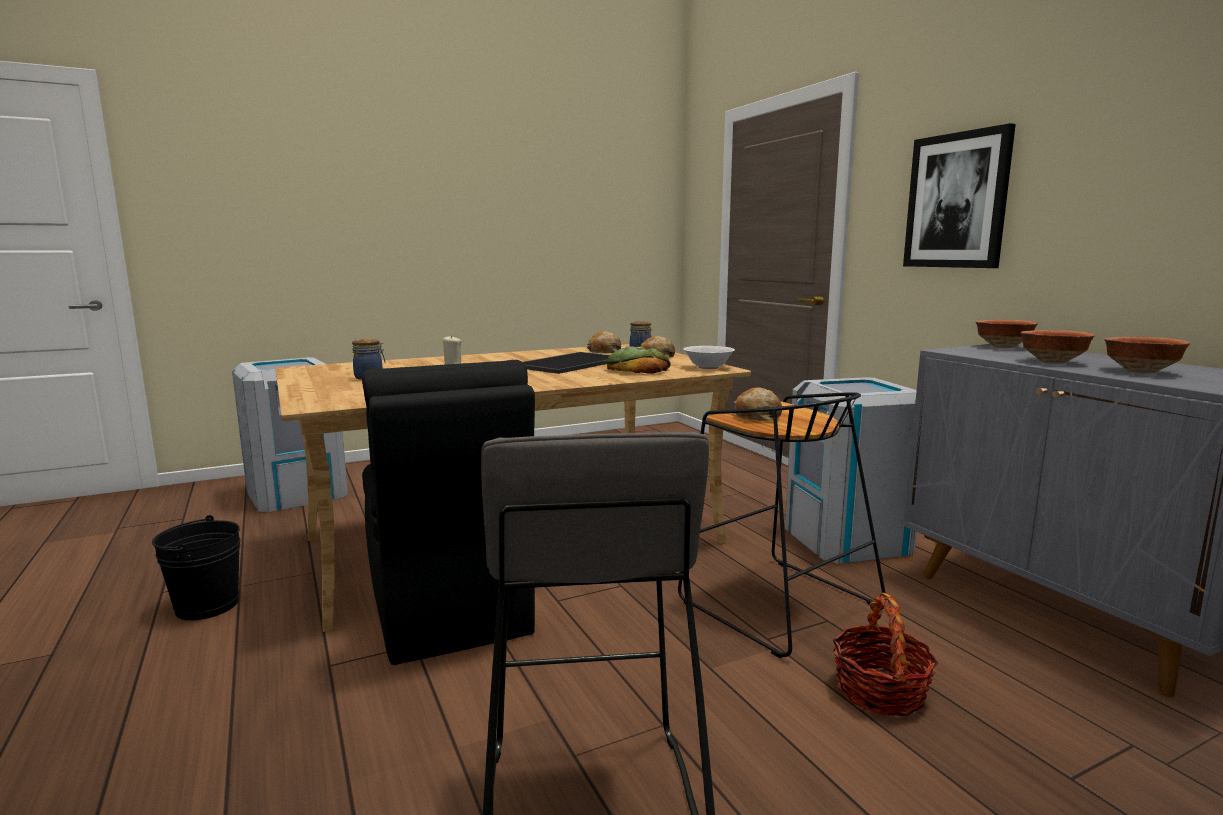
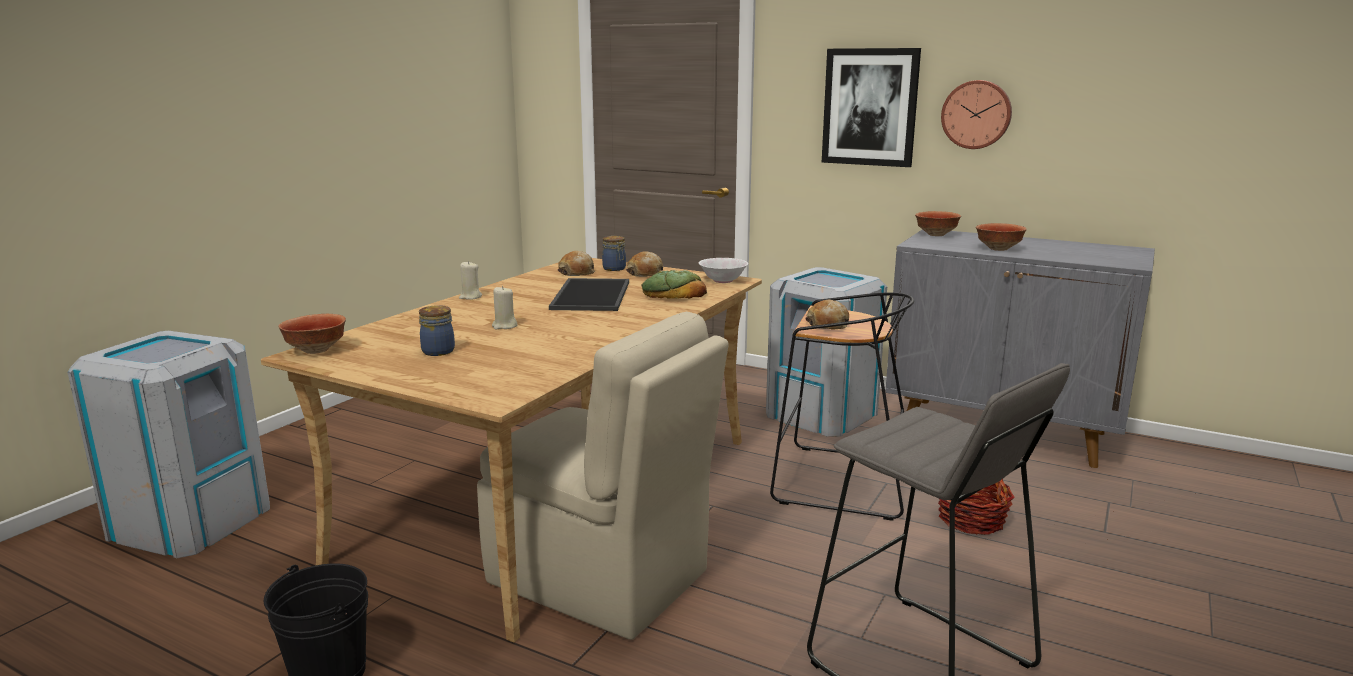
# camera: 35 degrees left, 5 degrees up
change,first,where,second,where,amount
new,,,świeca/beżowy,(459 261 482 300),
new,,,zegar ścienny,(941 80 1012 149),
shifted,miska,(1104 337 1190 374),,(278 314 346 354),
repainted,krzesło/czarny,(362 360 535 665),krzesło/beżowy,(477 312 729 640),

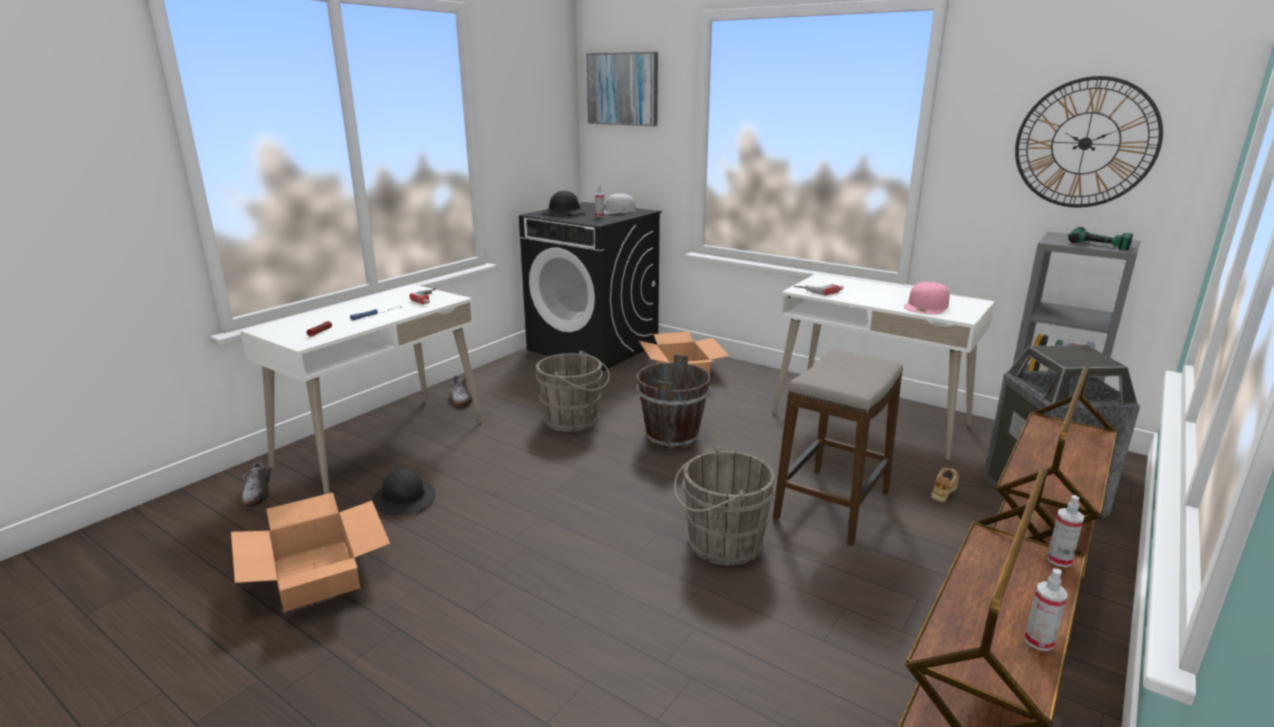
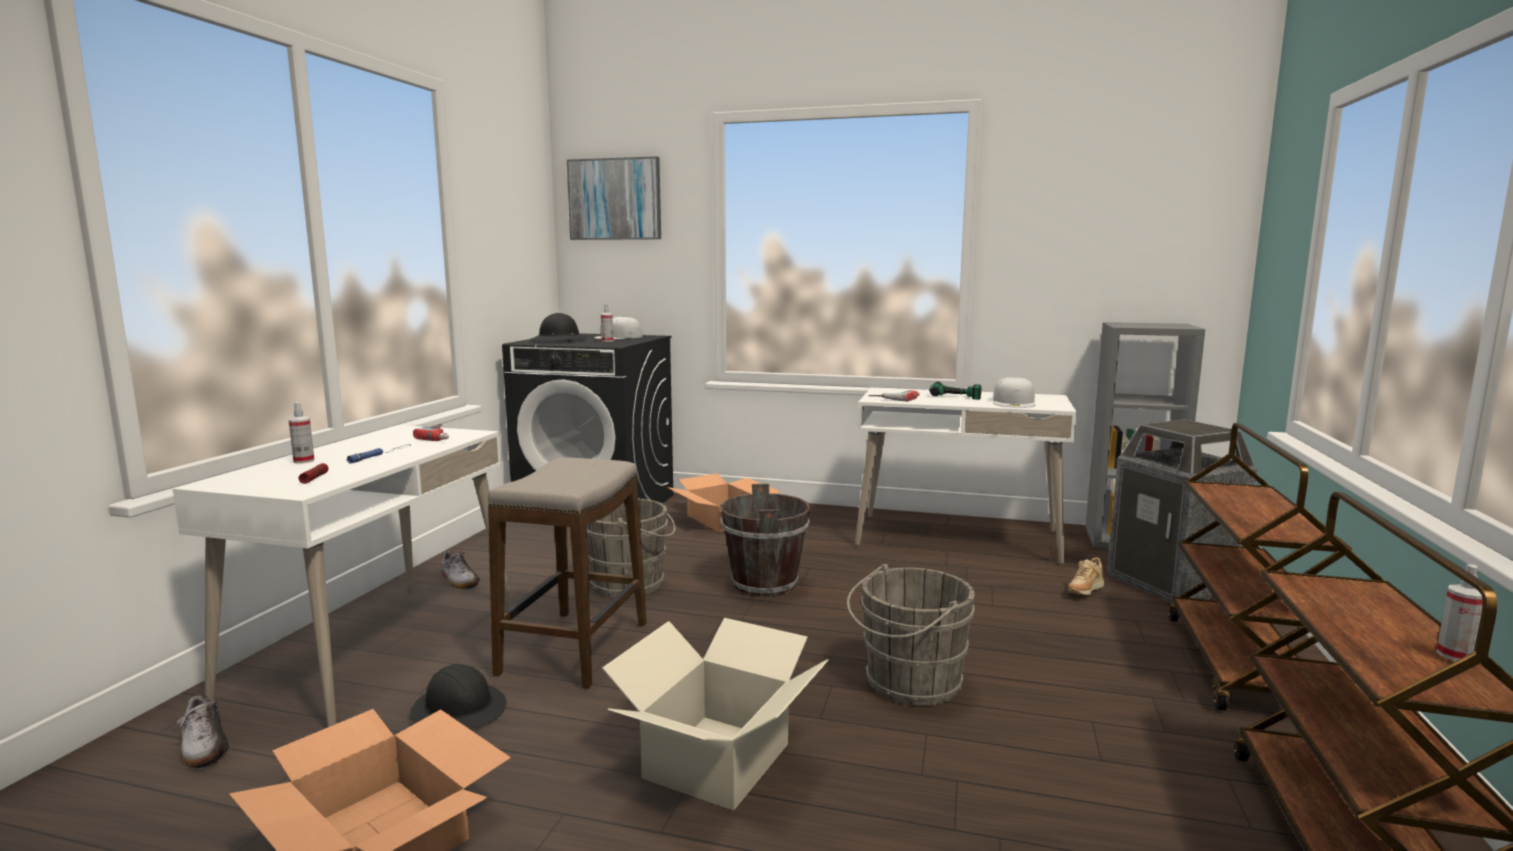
# camera: 20 degrees left, 10 degrees down
change,first,where,second,where,amount
gone,zegar ścienny,(1015 76 1163 208),,,
new,,,karton,(602 618 828 811),
shifted,stołek,(773 349 903 546),,(488 457 647 689),
shifted,spryskiwacz,(1047 495 1084 567),,(289 402 314 463),
shifted,wiertarka,(1068 227 1133 251),,(929 382 981 400),
repainted,czapka z daszkiem/różowy,(904 282 950 314),czapka z daszkiem/biały,(993 377 1036 408),
rotated,but/beżowy,(931 467 959 502),,(1068 557 1104 595),150 degrees counterclockwise

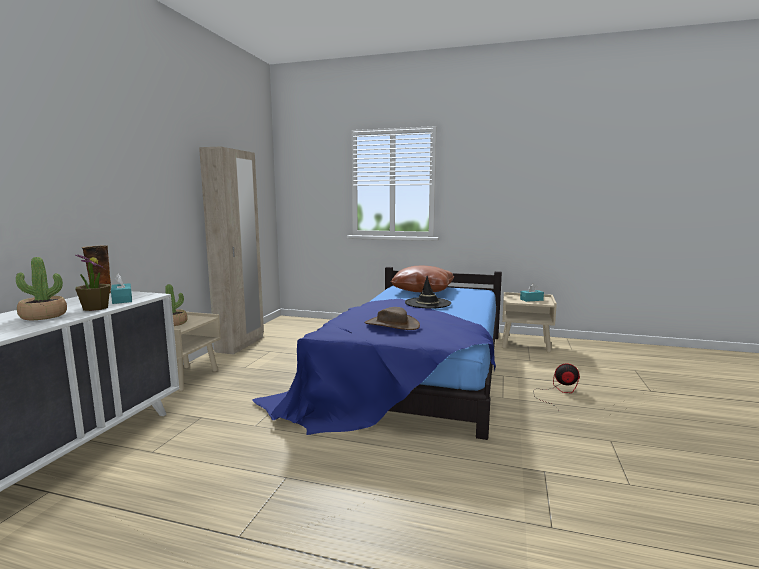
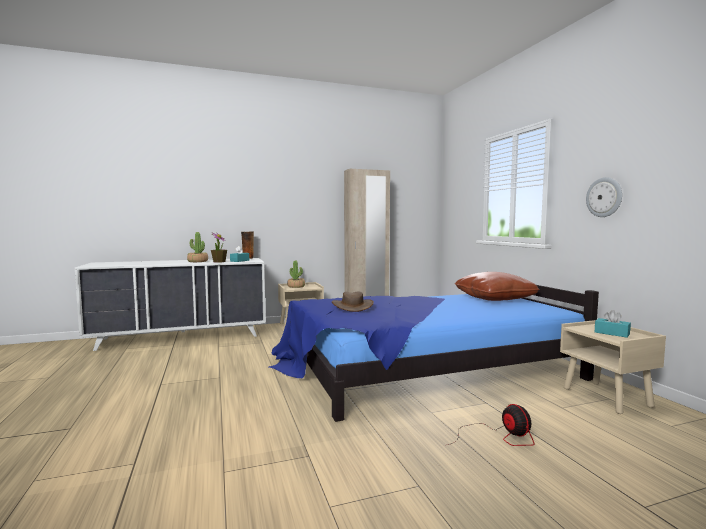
# camera: 55 degrees right, 5 degrees down
change,first,where,second,where,amount
gone,kapelusz/czarny,(405 276 451 309),,,
new,,,zegar ścienny,(586 177 622 217),

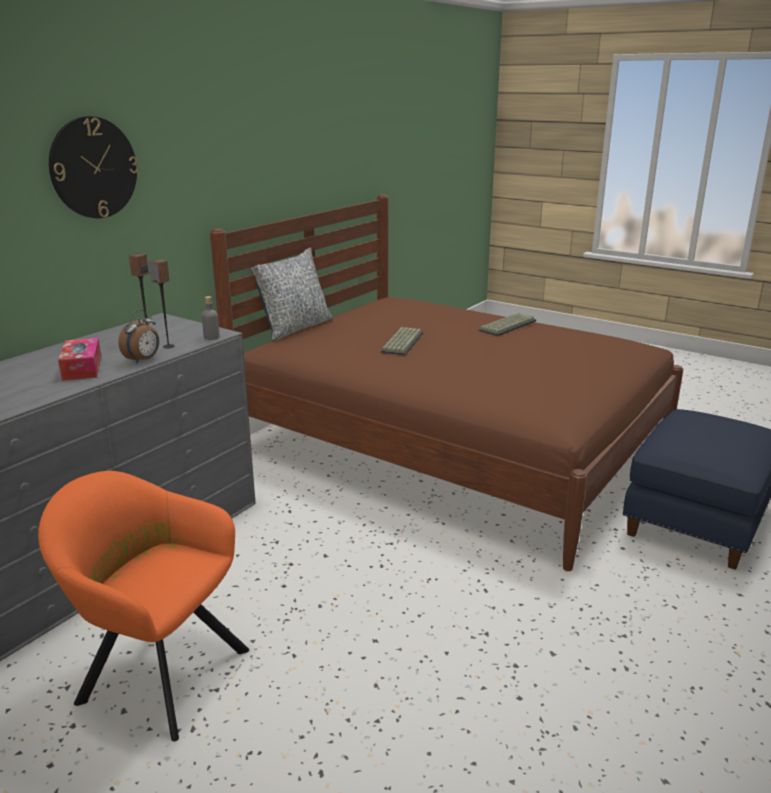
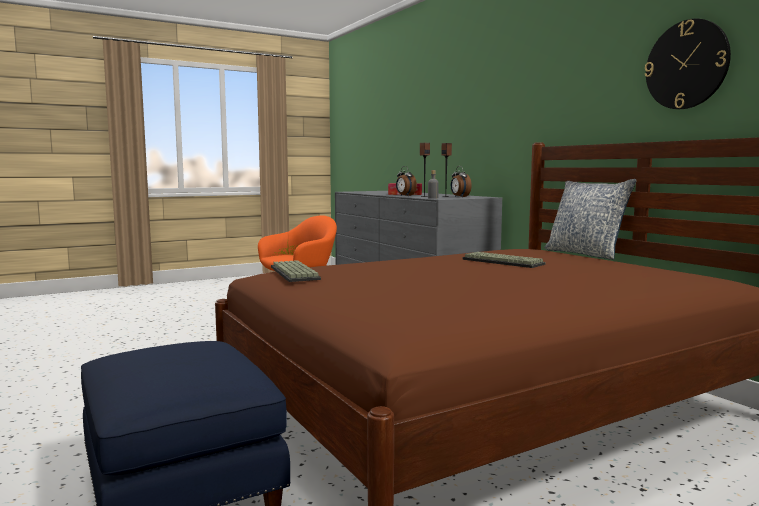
# camera: 115 degrees right, 15 degrees down
change,first,where,second,where,amount
new,,,budzik,(451 166 472 197),
shifted,zegar ścienny,(49 116 139 218),,(645 19 731 109),
shifted,klawiatura,(479 313 536 336),,(271 260 321 282),

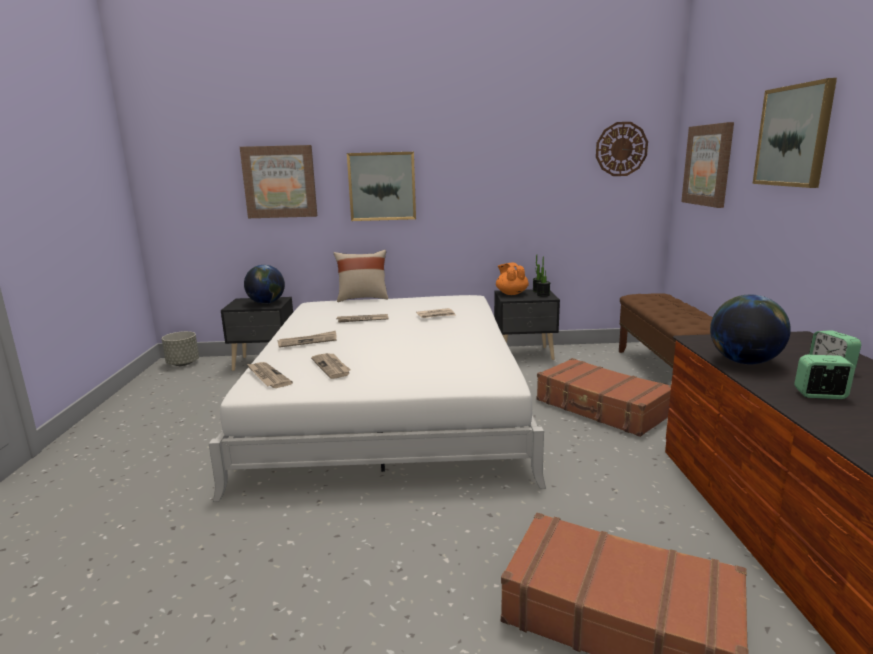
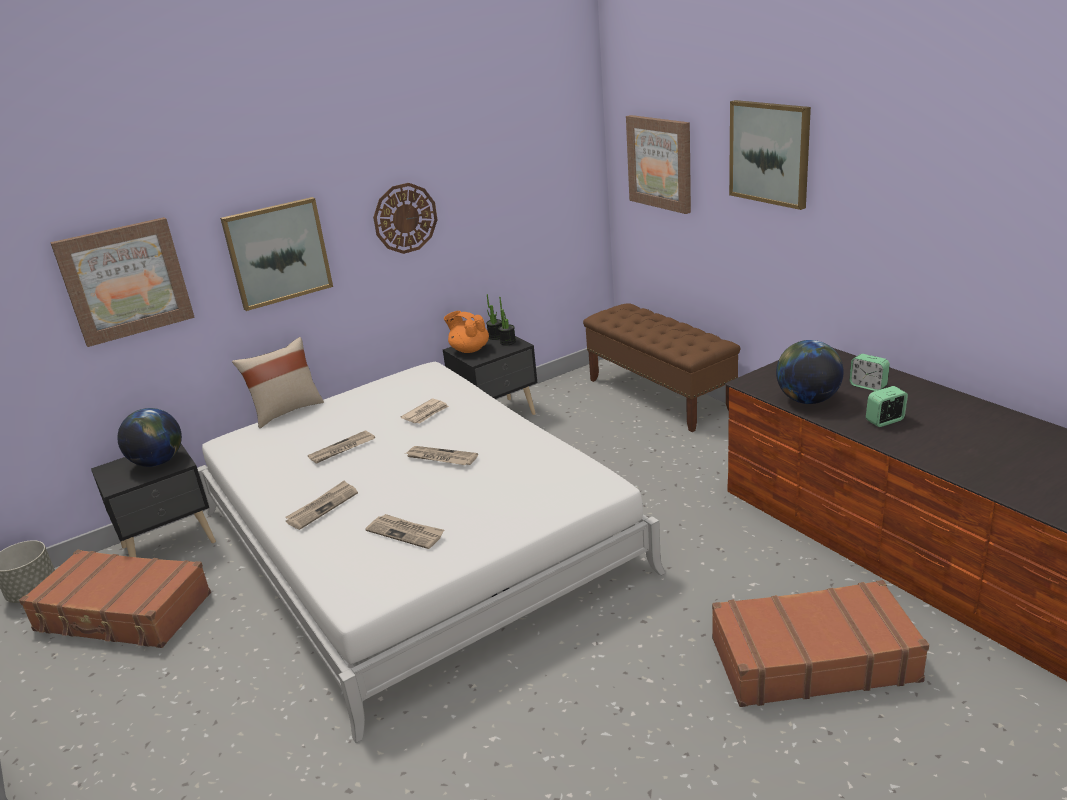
# camera: 30 degrees left, 10 degrees up
change,first,where,second,where,amount
shifted,gazeta,(247 362 293 388),,(406 446 478 465),
shifted,walizka/brązowy,(536 358 671 437),,(19 550 211 648),
shifted,zegar ścienny,(596 122 648 176),,(373 183 437 254),

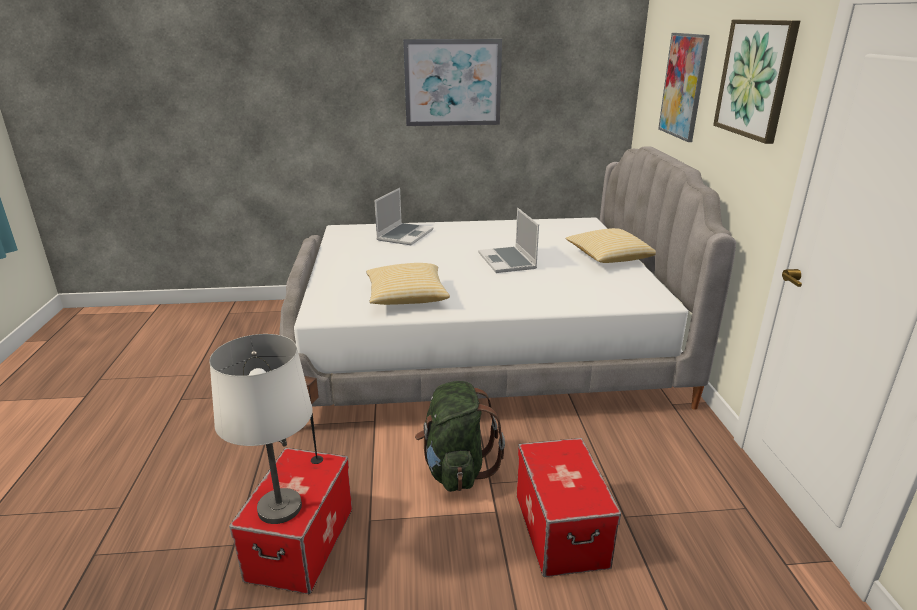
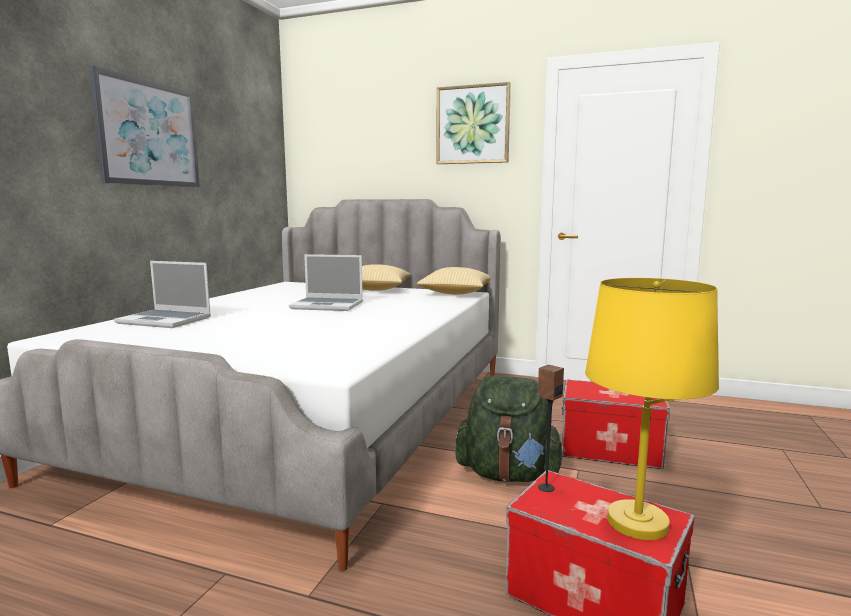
# camera: 65 degrees left, 15 degrees down
change,first,where,second,where,amount
gone,obraz,(658 33 710 142),,,
shifted,poduszka,(366 263 450 305),,(417 267 491 295),
repainted,lampa stołowa/biały,(209 334 313 524),lampa stołowa/żółty,(585 278 719 540),
rotated,laptop,(375 188 433 245),,(114 261 211 328),150 degrees clockwise

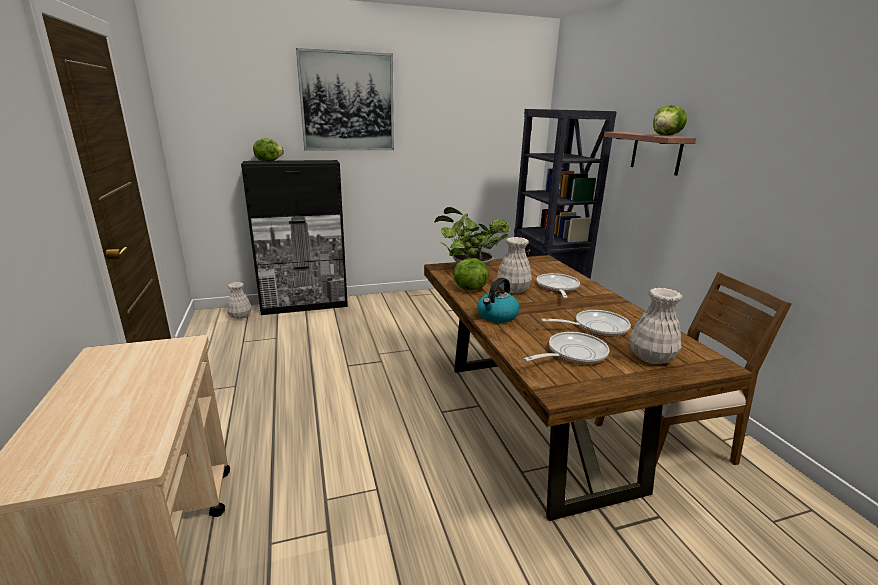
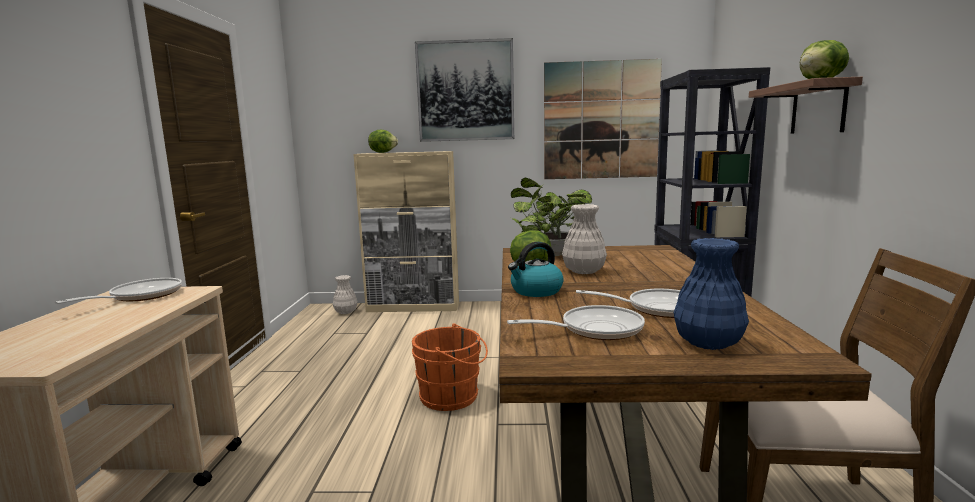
# camera: 20 degrees right, 10 degrees down
change,first,where,second,where,amount
new,,,wiadro/pomarańczowy,(412 324 488 411),
new,,,obraz,(544 59 662 179),
shifted,patelnia,(537 273 580 298),,(55 278 182 304),
repainted,szafka/czarny,(241 160 348 315),szafka/beżowy,(353 151 459 312),
repainted,wazon/biały,(630 288 682 364),wazon/niebieski,(674 238 749 350),

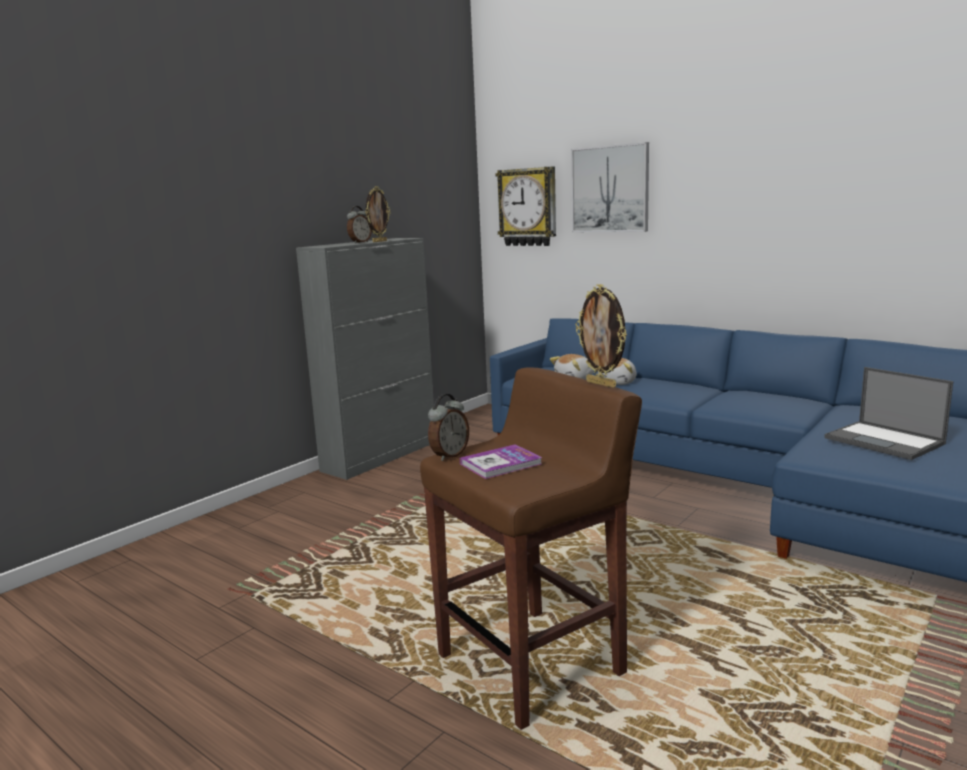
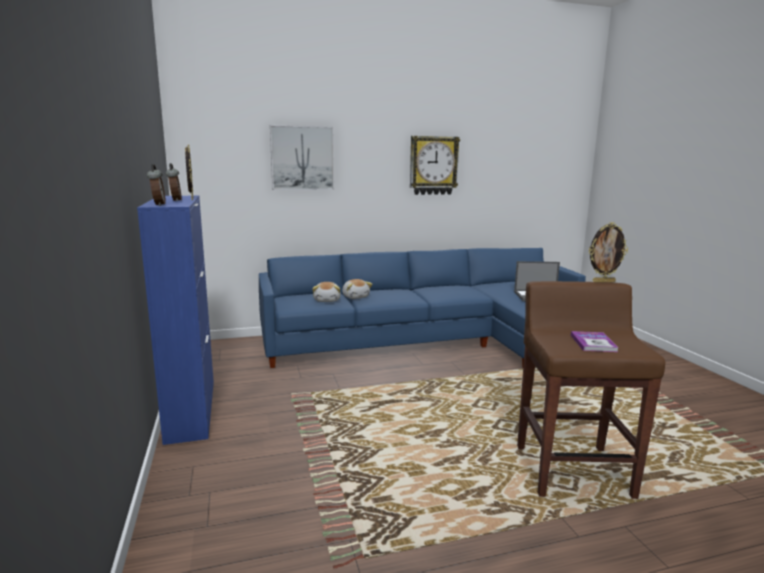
# camera: 55 degrees left, 0 degrees up
change,first,where,second,where,amount
shifted,budzik,(428 394 469 461),,(147 164 166 206),
shifted,zegar ścienny,(495 167 556 246),,(410 136 460 195),
repainted,szafka/szary,(296 238 434 480),szafka/niebieski,(137 196 214 445),

